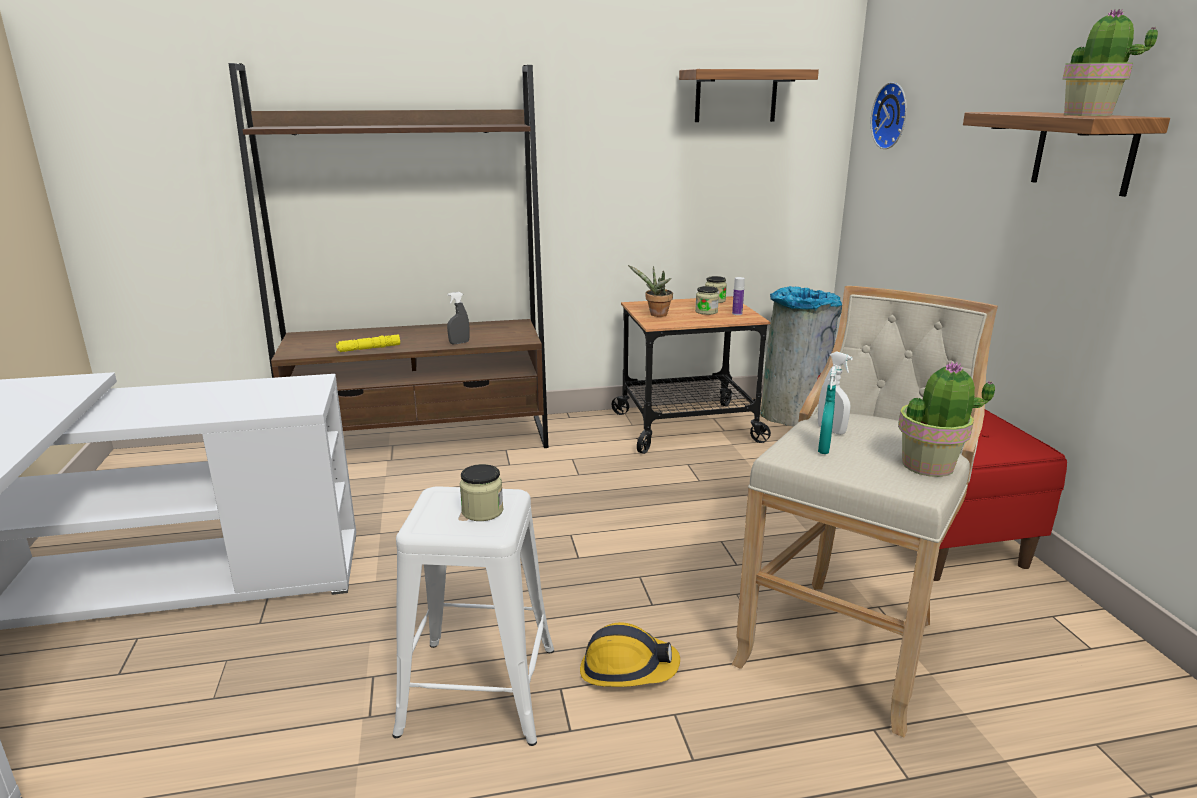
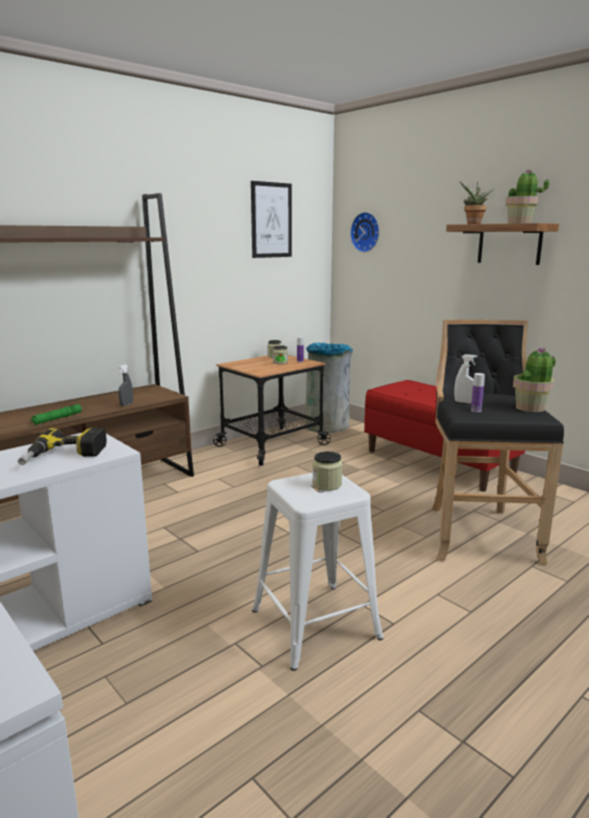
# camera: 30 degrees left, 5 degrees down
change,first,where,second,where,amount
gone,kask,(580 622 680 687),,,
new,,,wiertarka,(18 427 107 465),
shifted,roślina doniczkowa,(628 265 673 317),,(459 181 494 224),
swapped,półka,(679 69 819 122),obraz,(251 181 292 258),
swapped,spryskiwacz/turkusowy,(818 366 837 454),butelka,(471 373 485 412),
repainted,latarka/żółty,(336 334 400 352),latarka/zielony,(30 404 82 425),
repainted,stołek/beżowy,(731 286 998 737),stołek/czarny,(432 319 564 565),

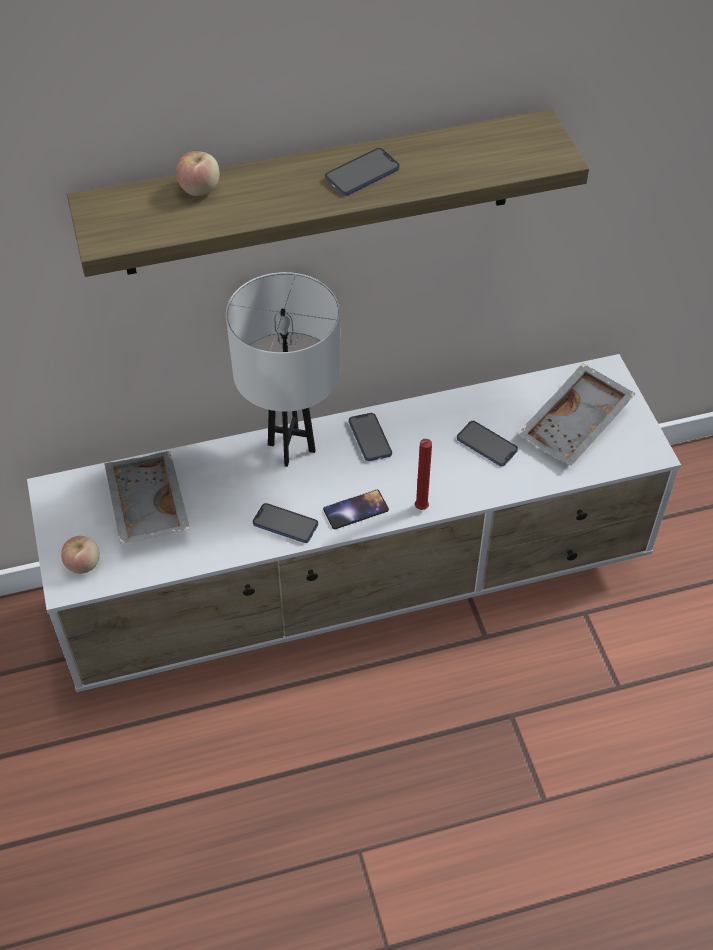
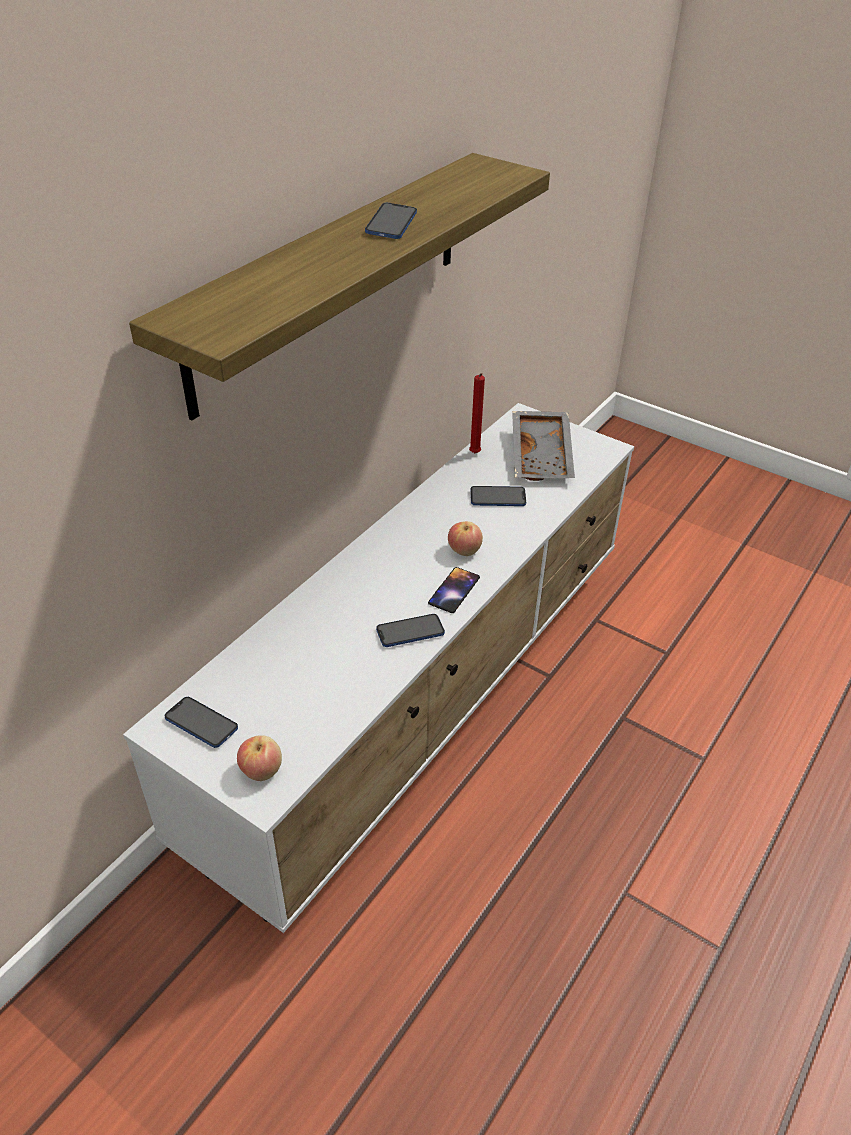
# camera: 40 degrees left, 10 degrees down
change,first,where,second,where,amount
gone,taca/szary,(104 451 190 544),,,
gone,lampa stołowa/biały,(226 272 340 467),,,
shifted,jabłko,(176 151 220 196),,(448 521 483 556),
shifted,telefon,(348 413 392 461),,(165 697 238 748),
shifted,świeca/czerwony,(415 439 432 510),,(469 373 485 453),

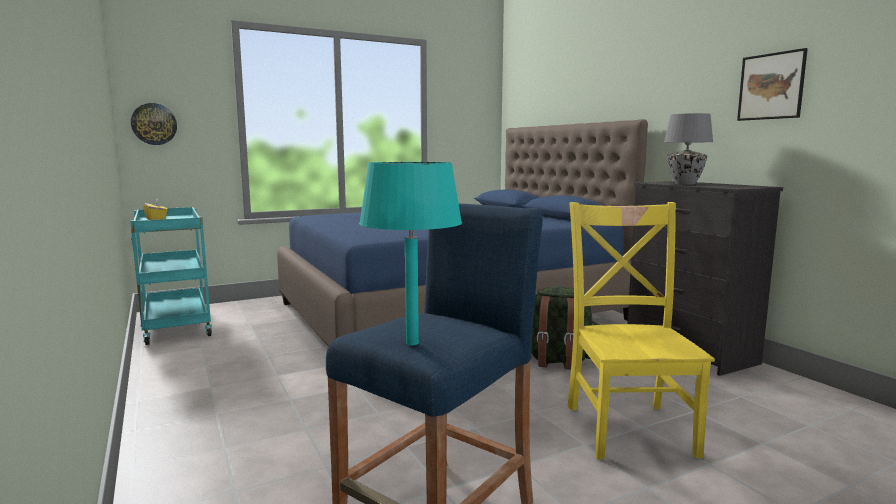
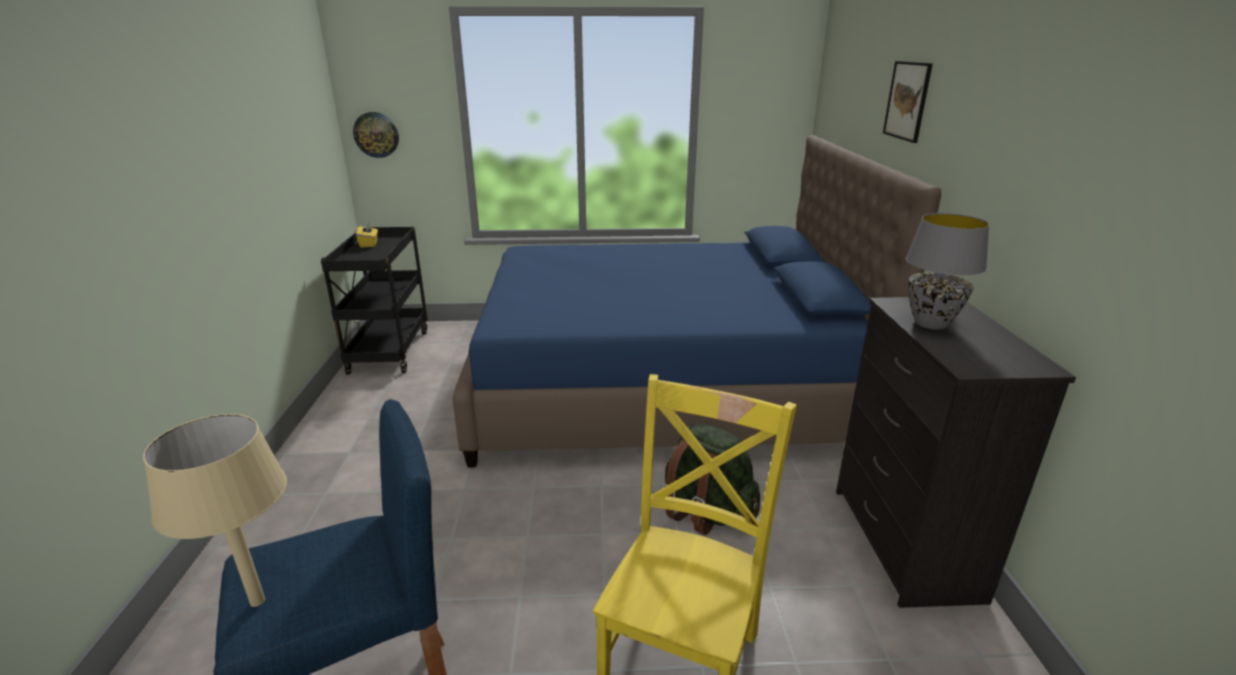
# camera: 25 degrees right, 15 degrees up
change,first,where,second,where,amount
shifted,obraz,(737 48 808 121),,(883 61 933 143),
repainted,wózek/turkusowy,(130 207 212 345),wózek/czarny,(321 227 428 374),
repainted,lampa stołowa/turkusowy,(359 162 462 345),lampa stołowa/beżowy,(143 414 287 607),

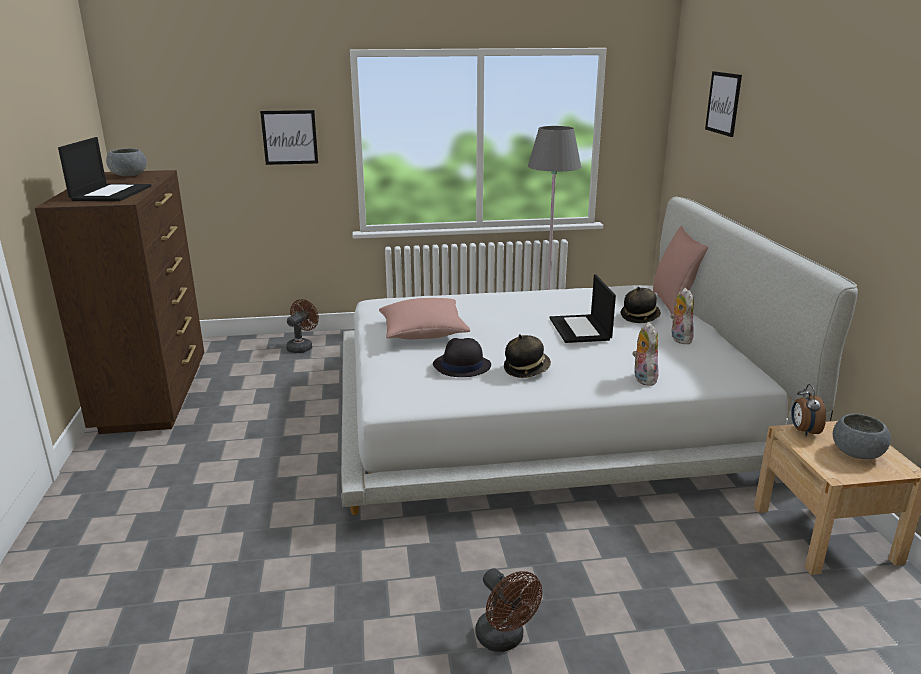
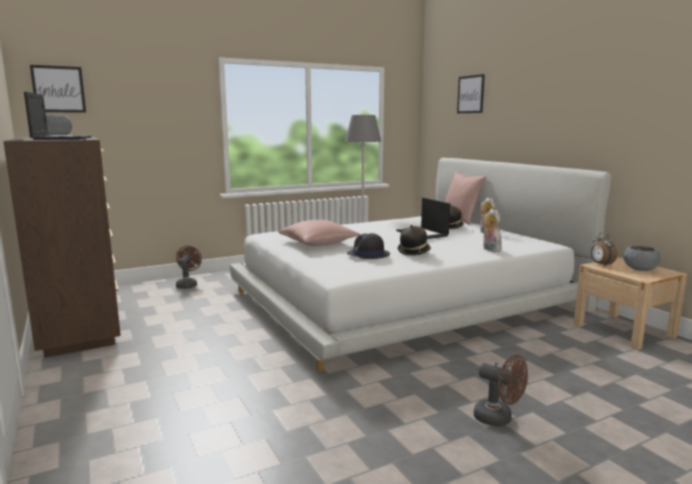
# camera: 20 degrees left, 10 degrees down
change,first,where,second,where,amount
shifted,obraz,(260 110 318 165),,(30 65 86 113),

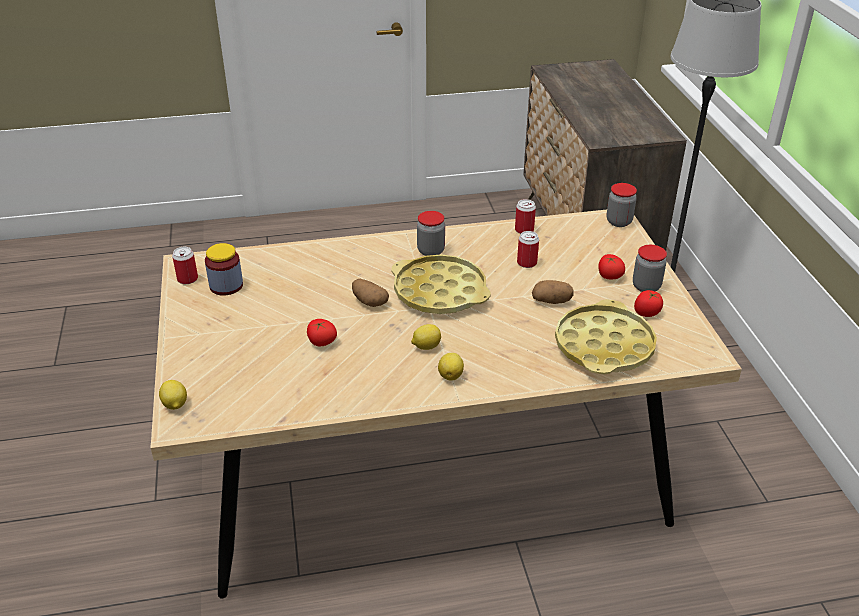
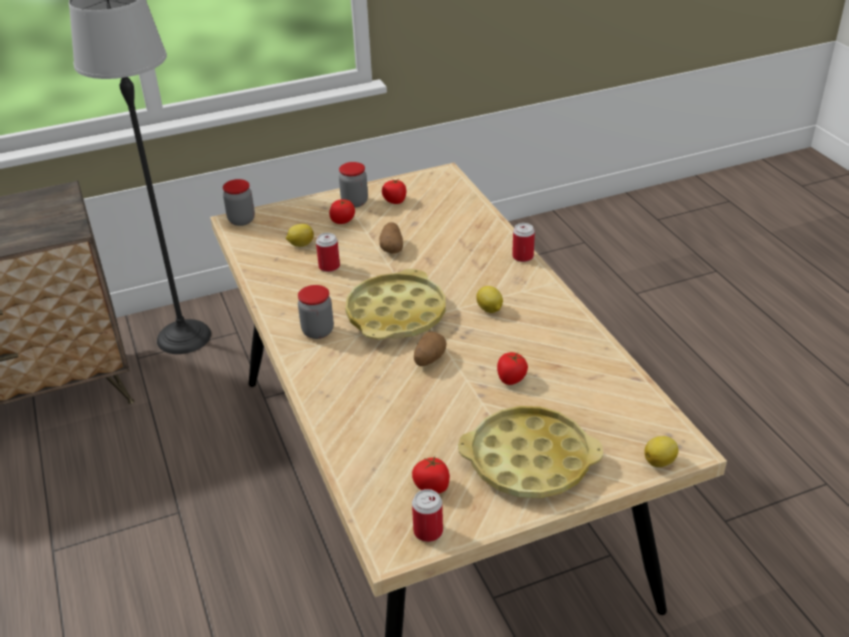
# camera: 100 degrees left, 0 degrees up
change,first,where,second,where,amount
shifted,cytryna,(438 353 464 381),,(286 224 314 247),
shifted,puszka,(515 199 536 234),,(512 223 535 262),
shifted,taca/żółty,(555 299 657 375),,(458 406 603 498),
swapped,słoik,(205 243 243 296),pomidor,(412 456 450 494),

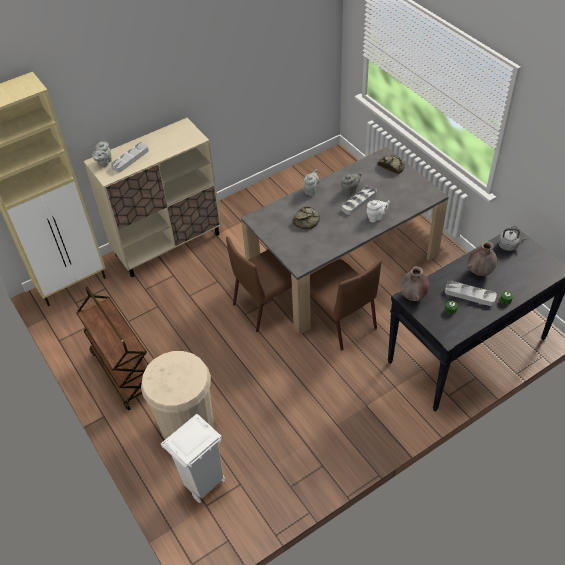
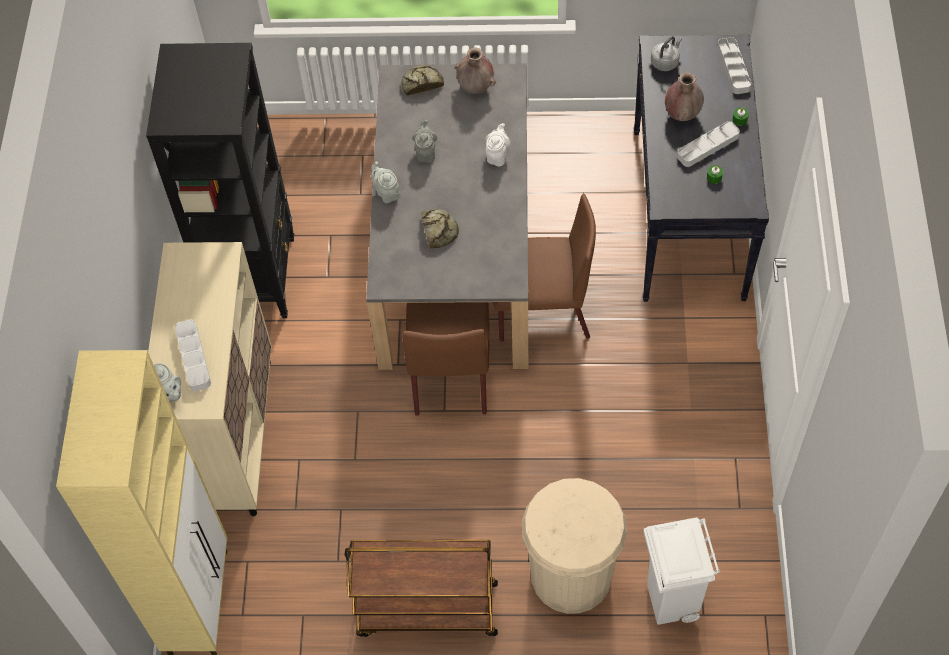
# camera: 55 degrees left, 10 degrees up
change,first,where,second,where,amount
new,,,regał/czarny,(146 43 294 318),
shifted,taca/szary,(342 185 377 215),,(717 37 751 94),
shifted,wazon/brązowy,(400 266 429 301),,(455 48 496 94),

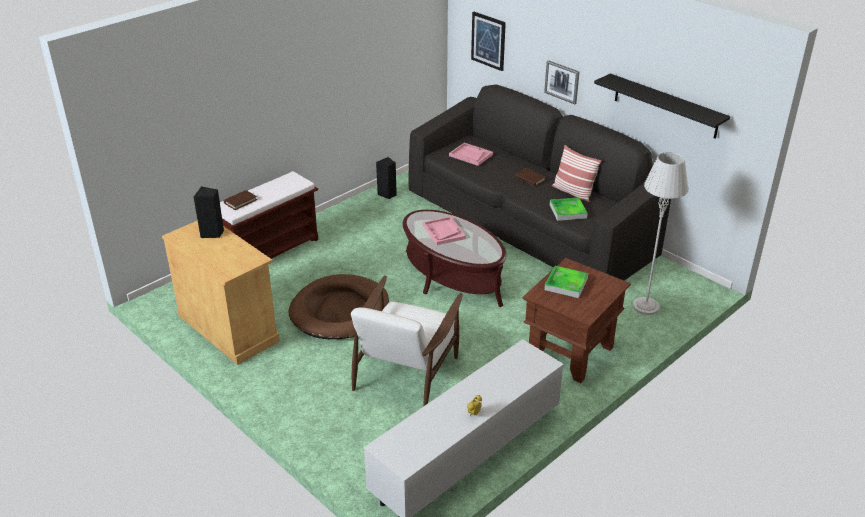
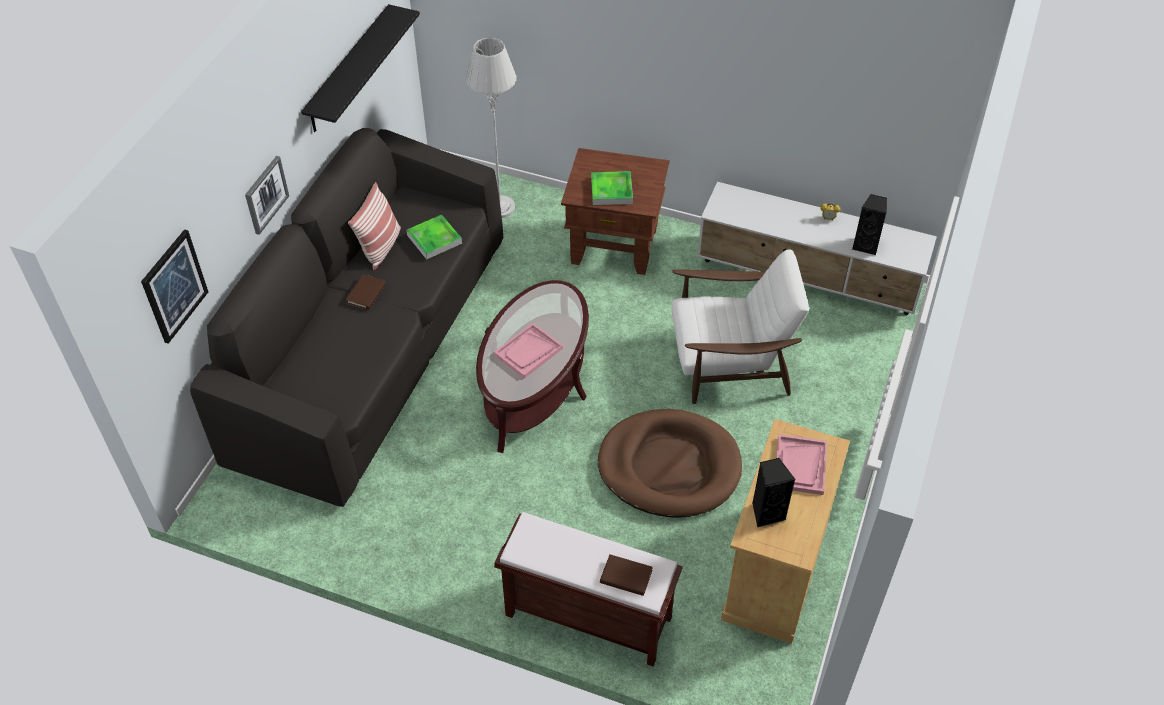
# camera: 115 degrees left, 15 degrees up
change,first,where,second,where,amount
shifted,głośnik/czarny,(376 157 397 199),,(852 194 887 255),
shifted,taca/różowy,(449 143 493 166),,(776 434 827 495),

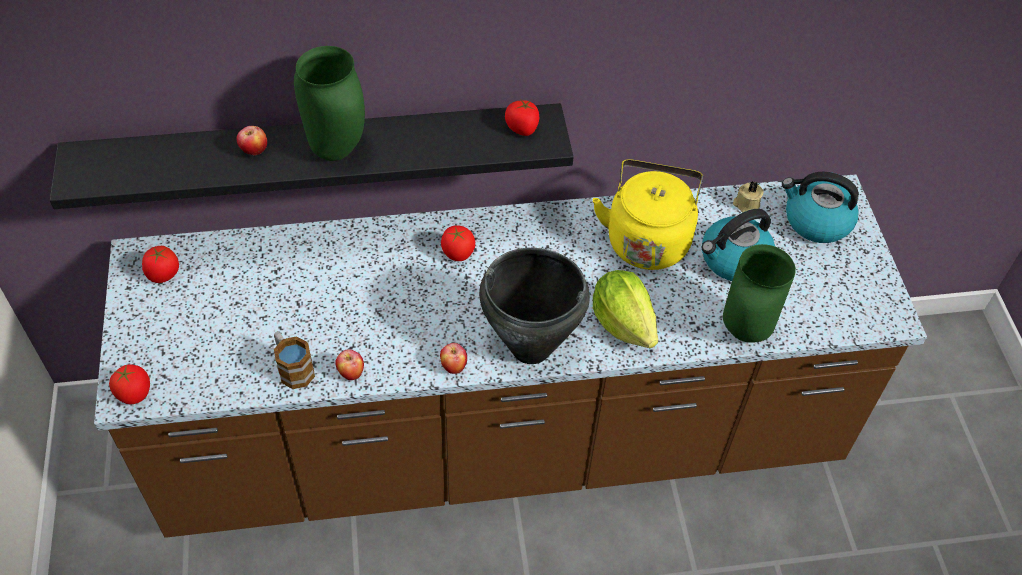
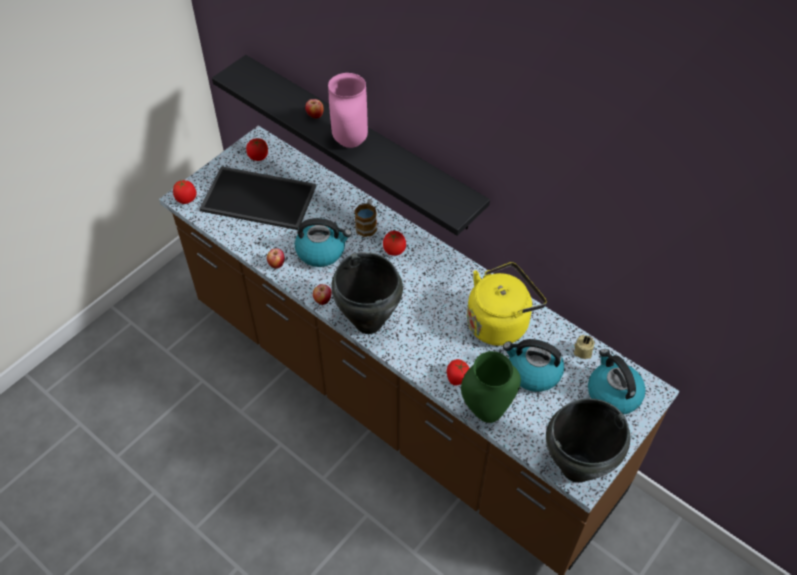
# camera: 50 degrees right, 0 degrees up
change,first,where,second,where,amount
gone,sałata,(593 270 658 348),,,
new,,,taca,(200 166 316 230),
new,,,czajnik,(295 218 352 267),
new,,,garnek/czarny,(546 398 630 483),
shifted,kubek,(274 331 315 389),,(354 199 377 237),
shifted,pomidor,(505 99 539 136),,(447 359 470 386),
repainted,wazon/zielony,(294 46 365 161),wazon/różowy,(328 73 368 148),

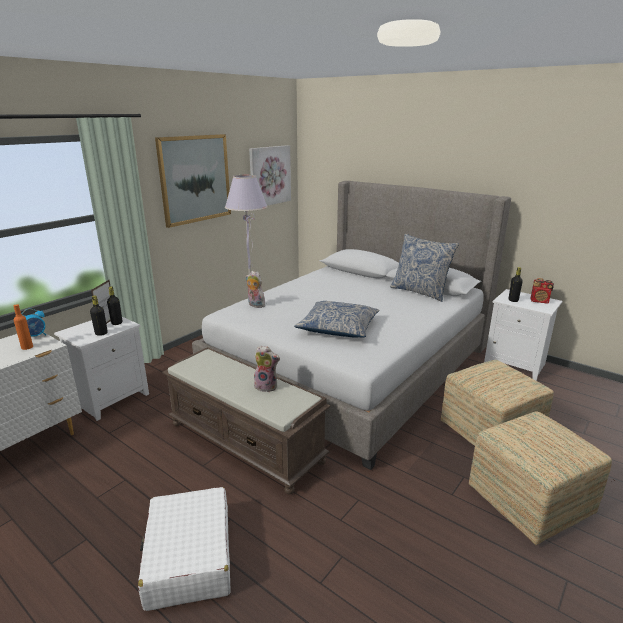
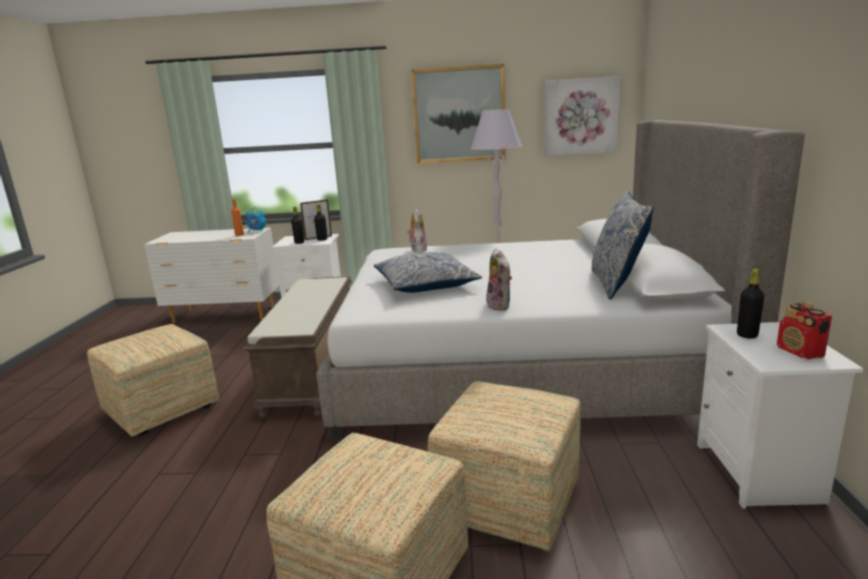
# camera: 55 degrees right, 5 degrees down
change,first,where,second,where,amount
shifted,pluszak,(254 345 280 392),,(486 248 512 310),
swapped,walizka/biały,(138 487 231 611),pufa,(87 324 219 437),

